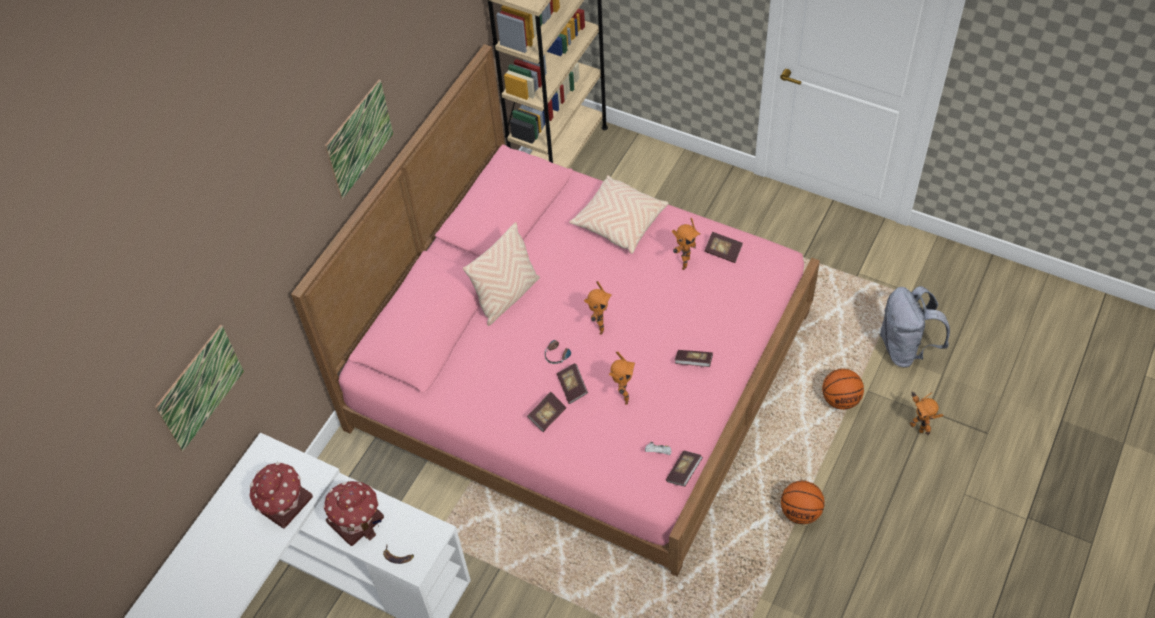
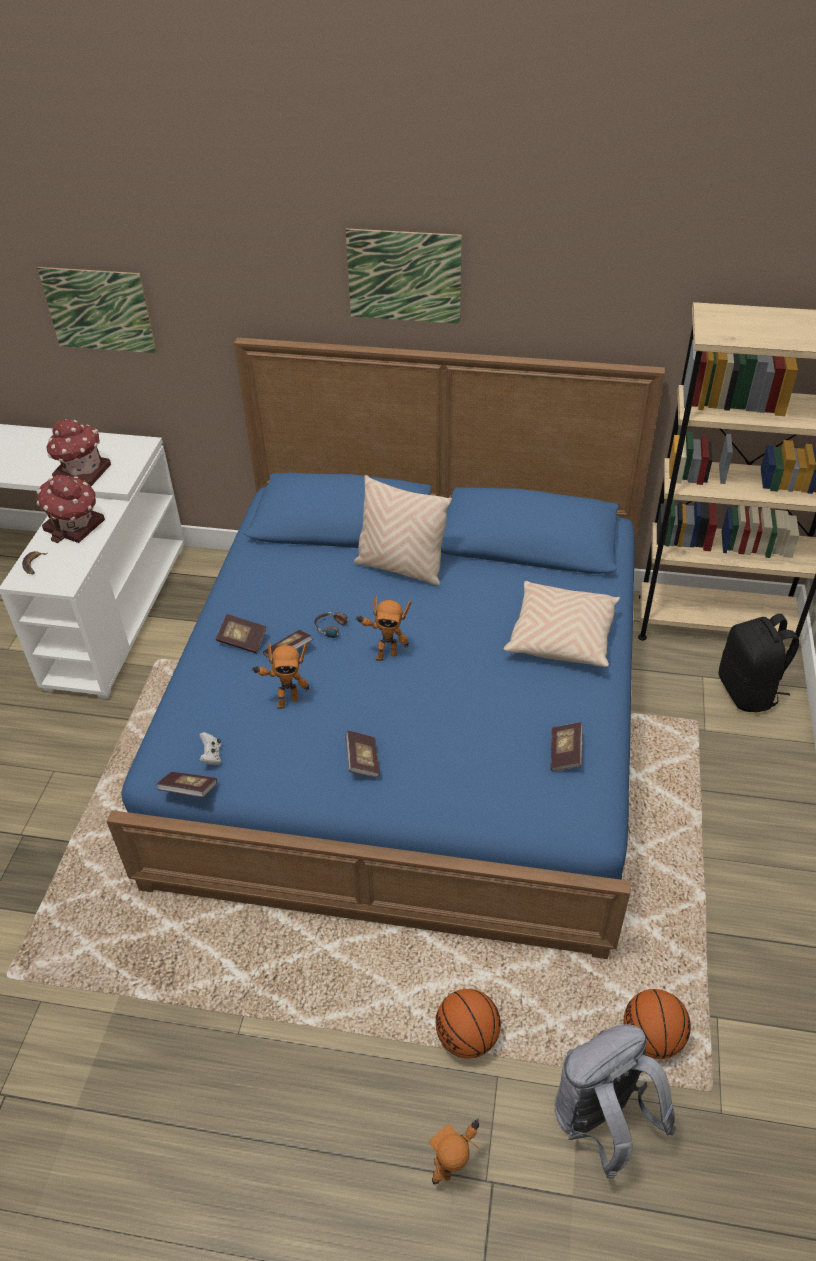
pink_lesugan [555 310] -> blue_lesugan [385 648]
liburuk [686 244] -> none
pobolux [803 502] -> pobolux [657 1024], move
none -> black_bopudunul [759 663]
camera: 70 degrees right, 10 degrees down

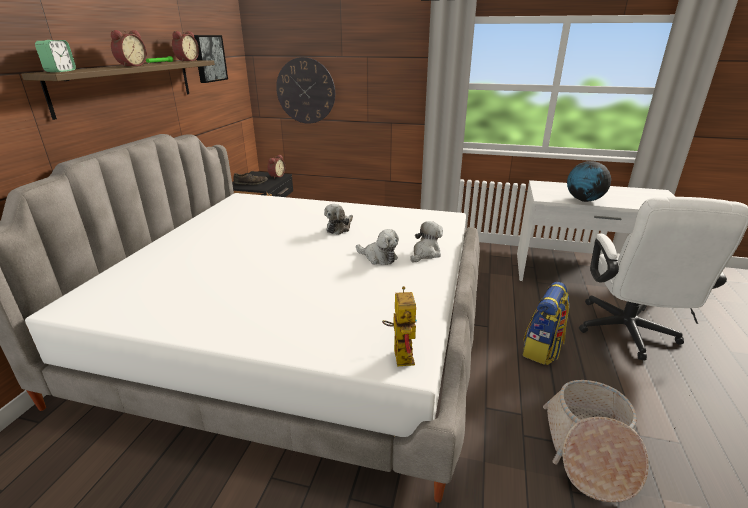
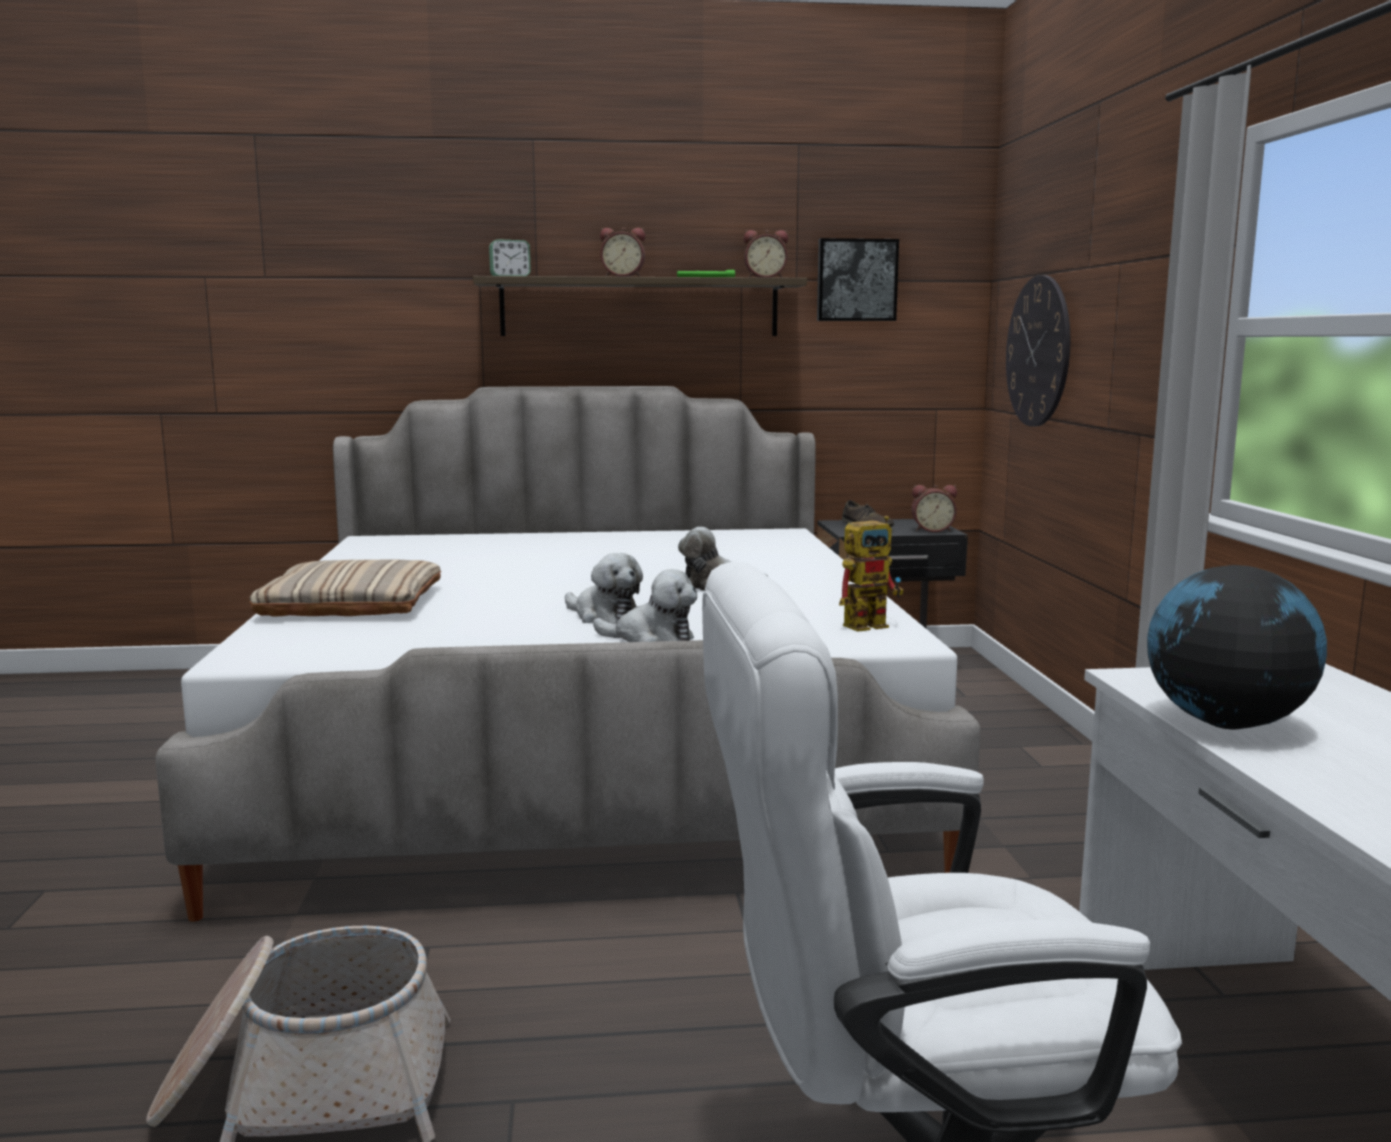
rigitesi [377 247] -> rigitesi [604 588], 60 degrees counterclockwise
liburuk [399 326] -> liburuk [871 574], move
bopudunul [545 323] -> none
none -> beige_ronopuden [345 588]
camera: 70 degrees right, 15 degrees down

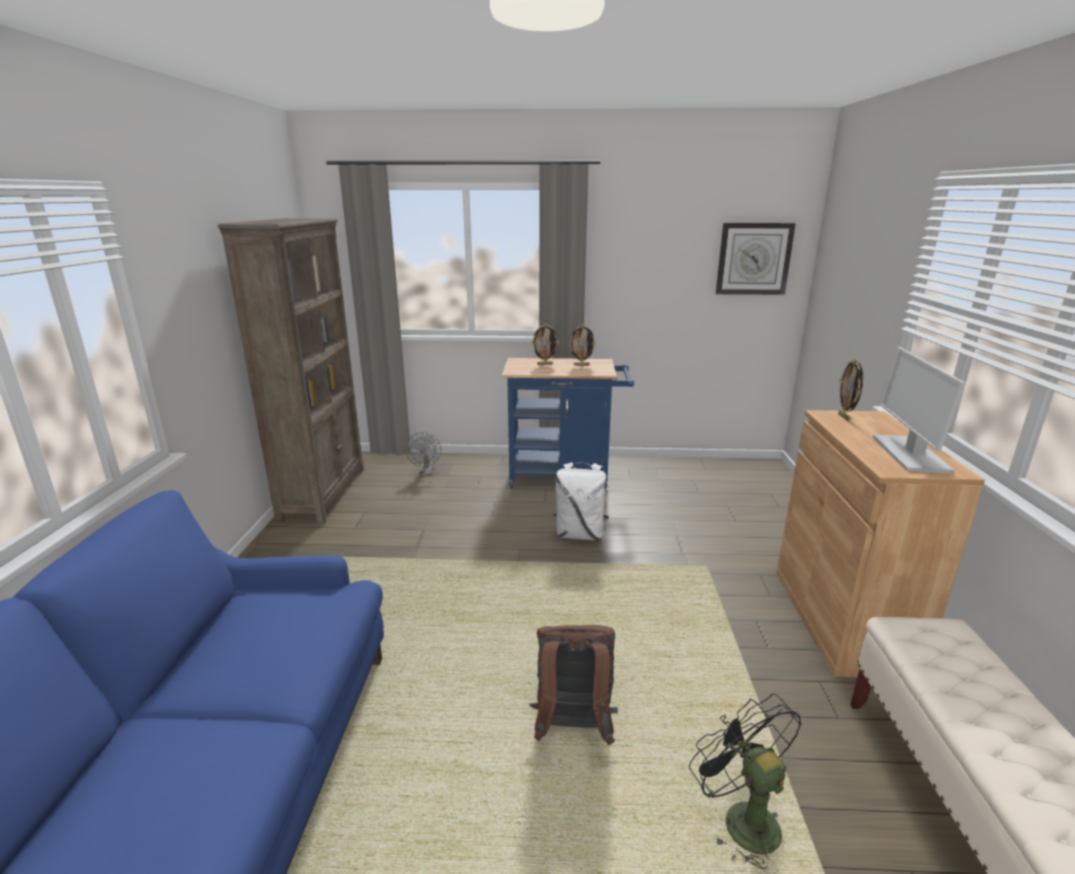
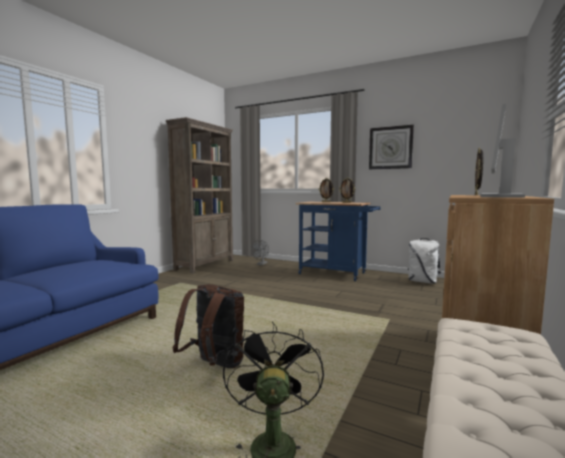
white_bopudunul [581 501] -> white_bopudunul [424 261], move
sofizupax [756 259] -> sofizupax [391 147], move
camera: 25 degrees right, 15 degrees down

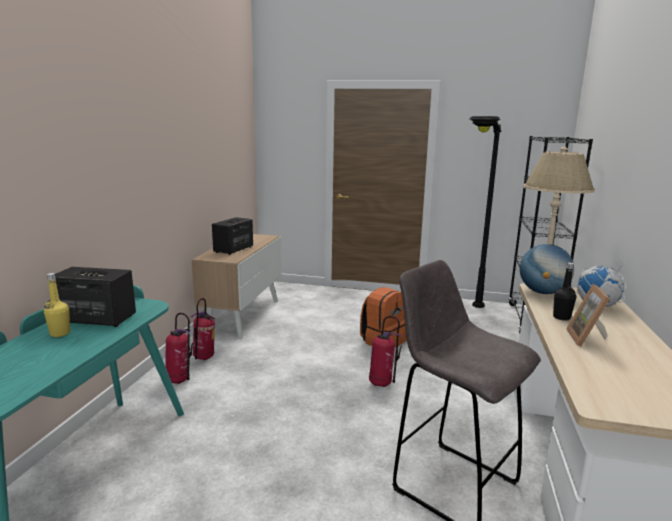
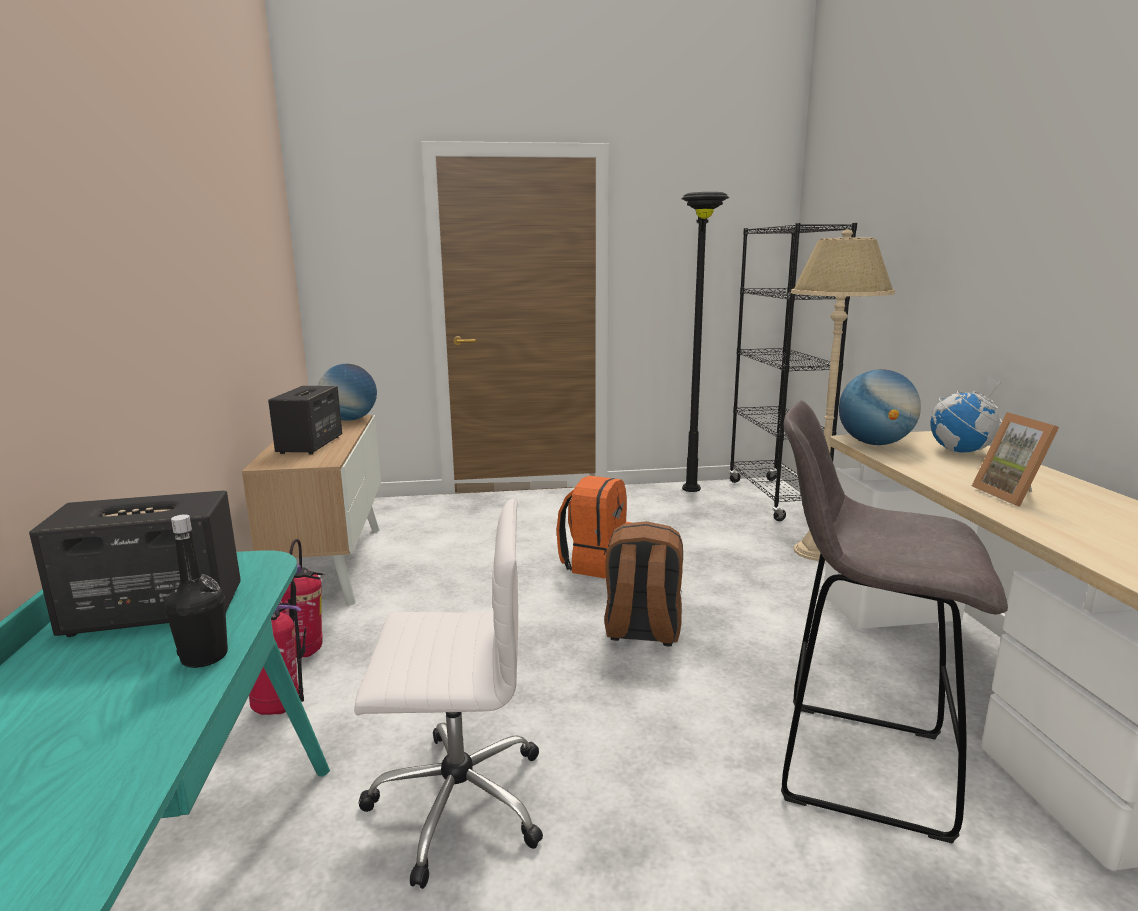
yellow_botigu [57 305] -> none
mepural [385 351] -> brown_bopudunul [643 583]
black_botigu [564 291] -> black_botigu [196 591], move
none -> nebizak [347 392]
none -> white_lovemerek [448 693]
camera: 20 degrees left, 0 degrees up

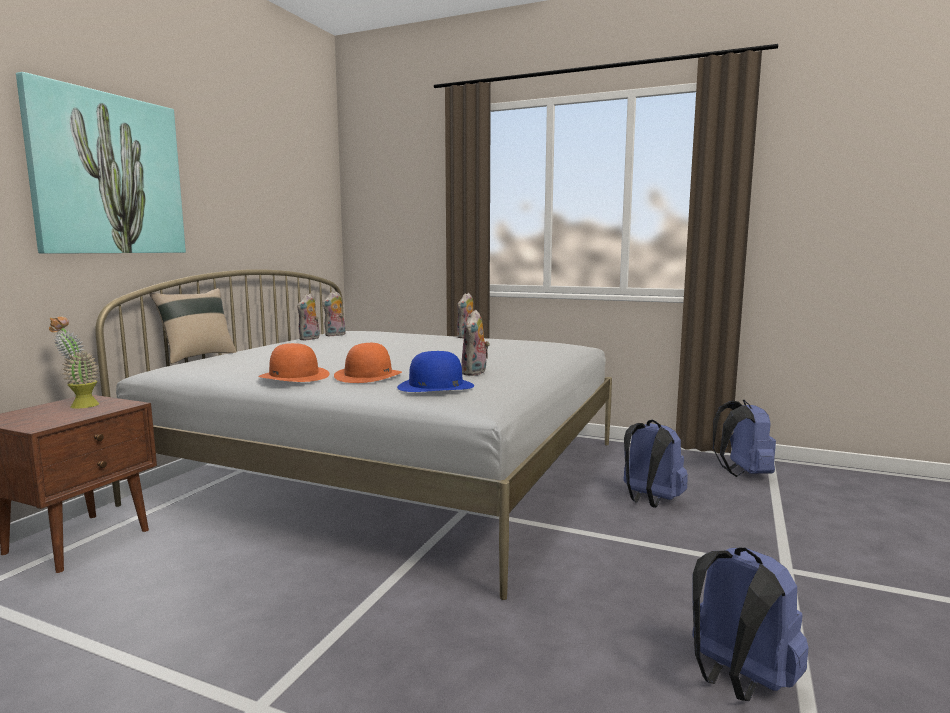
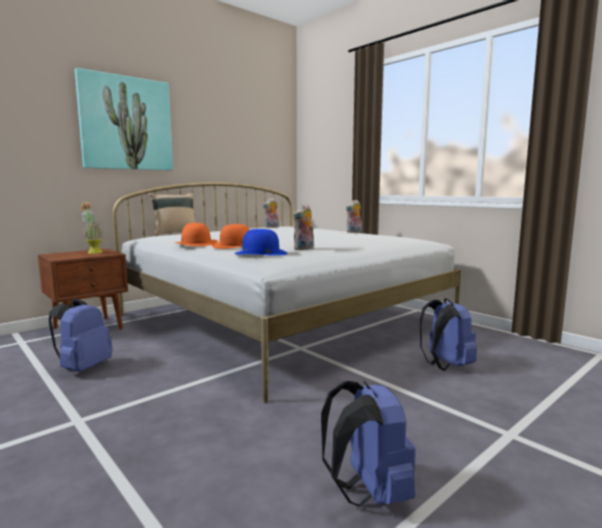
rigitesi [308 317] -> none
blue_bopudunul [744 438] -> blue_bopudunul [81 335], move
camera: 25 degrees right, 0 degrees up

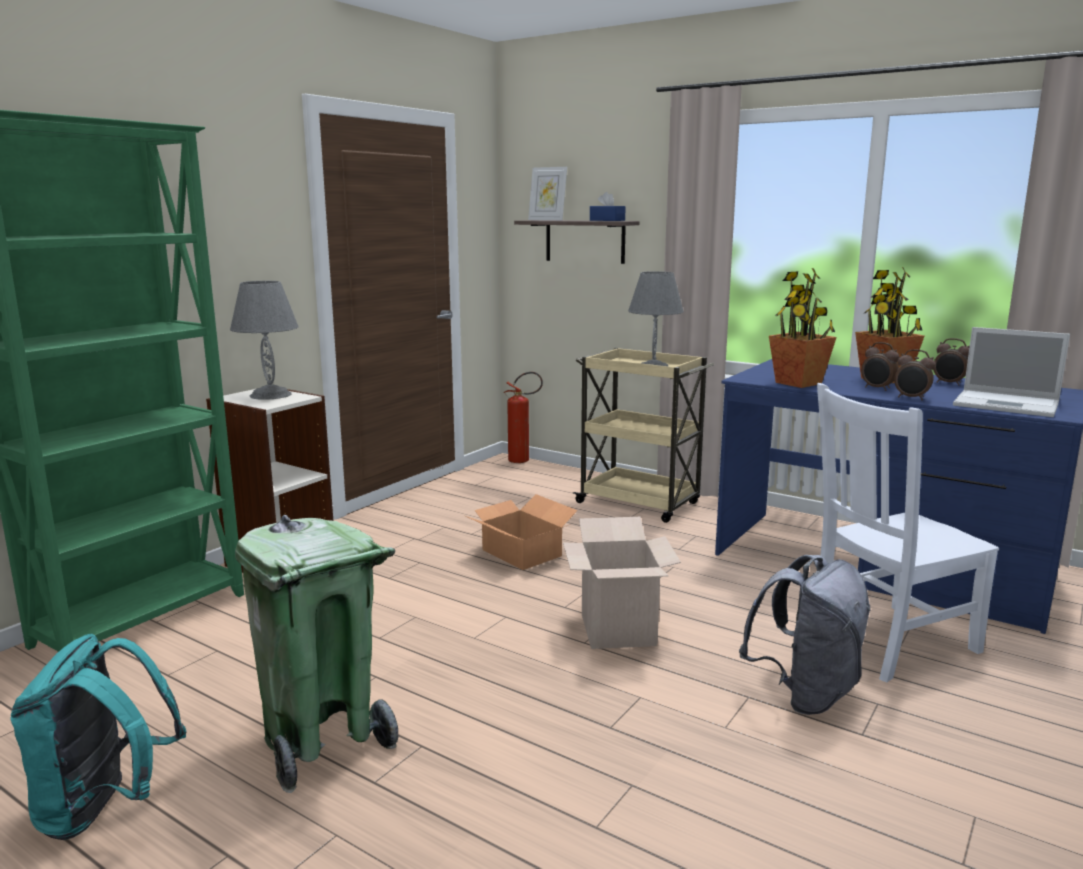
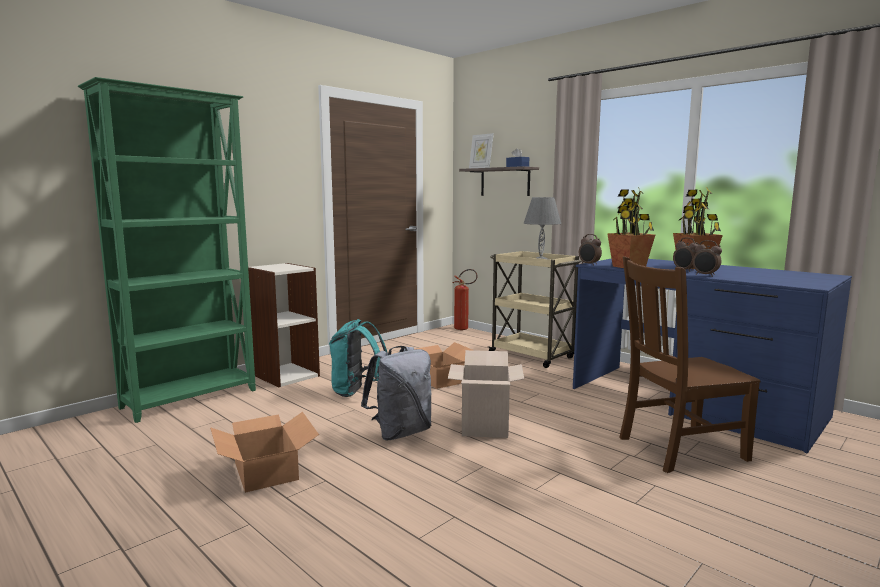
turquoise_bopudunul [98 737] -> turquoise_bopudunul [358 358], move
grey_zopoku [264 340] -> none
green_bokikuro [316 654] -> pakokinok [264 452]
grey_bopudunul [805 635] -> grey_bopudunul [396 393], move
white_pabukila [908 532] -> brown_pabukila [690 364]
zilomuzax [951 362] -> zilomuzax [590 250], move
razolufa [1011 372] -> none
camera: 10 degrees right, 5 degrees down

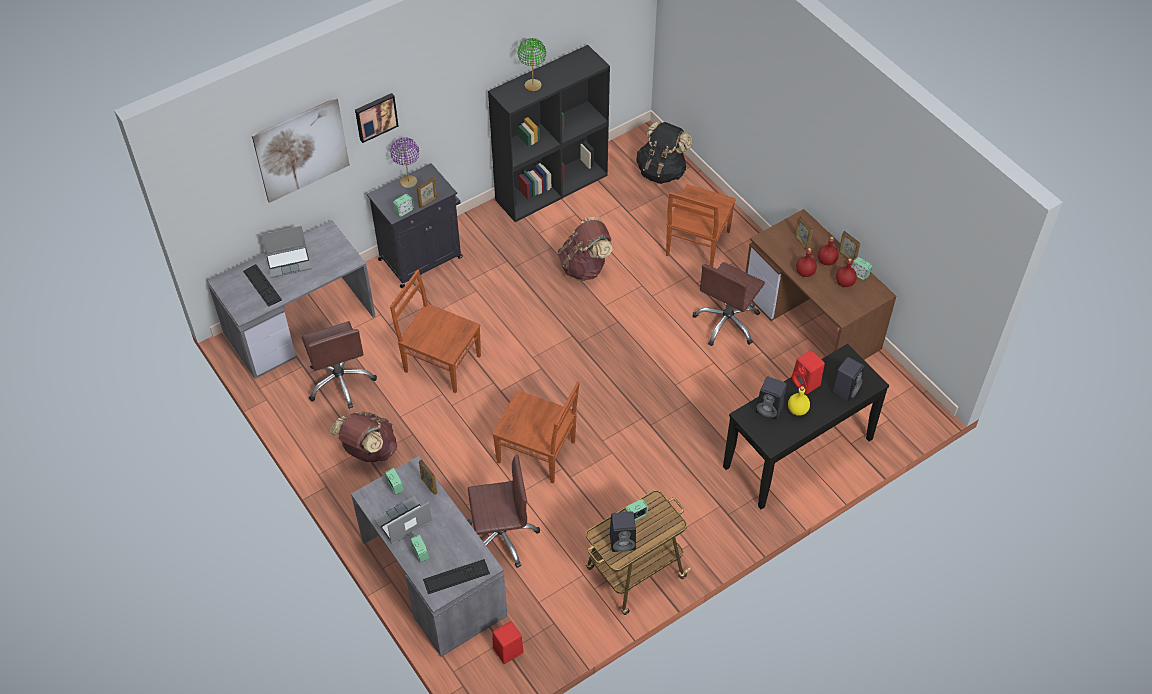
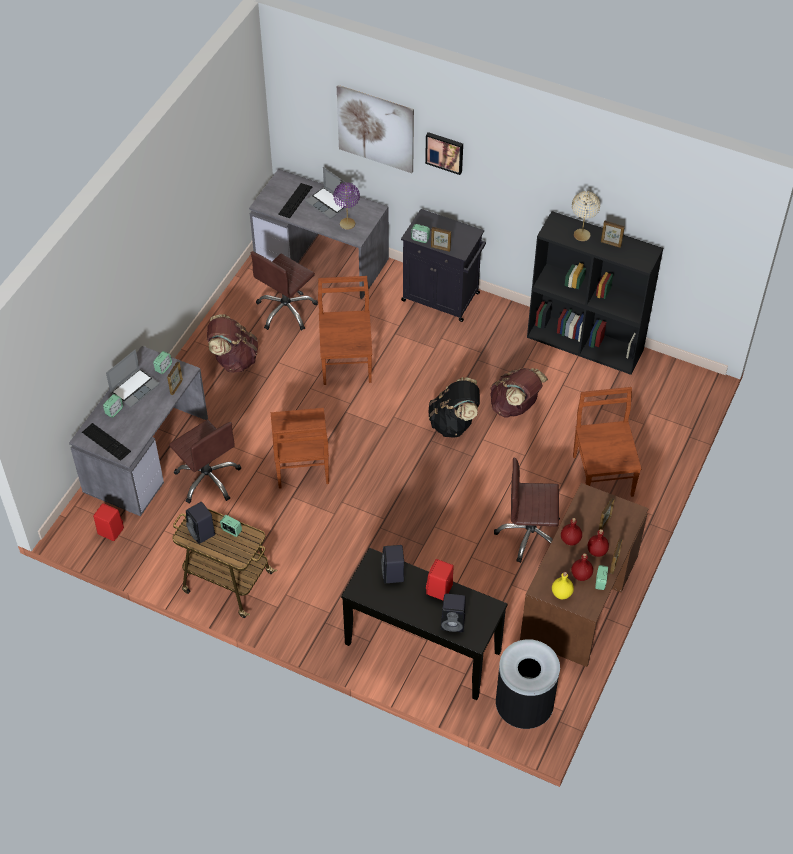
razolufa [403 520] -> razolufa [133 378], 105 degrees clockwise
purple_zopoku [404 162] -> purple_zopoku [346 206], move
green_zopoku [532 64] -> beige_zopoku [586 216]
black_bopudunul [664 152] -> black_bopudunul [454 407], move
brown_pabukila [701 225] -> brown_pabukila [607 442], 90 degrees clockwise
yellow_botigu [799 401] -> yellow_botigu [563 585], move
none -> black_bokikuro [528 684]
none -> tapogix [613 234]
camera: 60 degrees right, 0 degrees up

